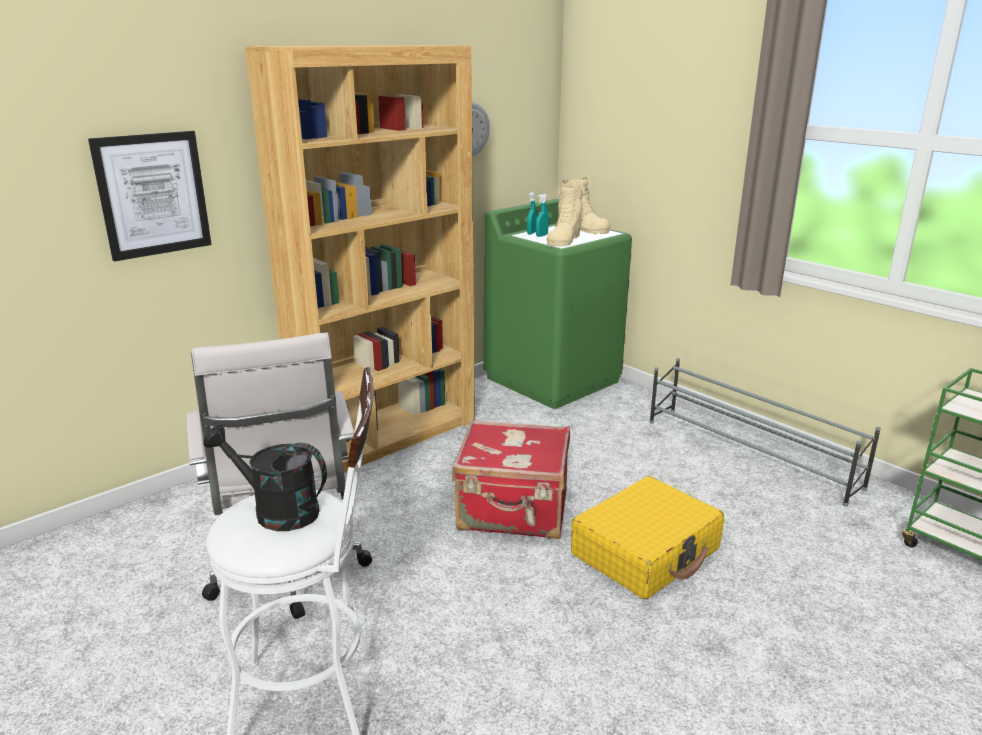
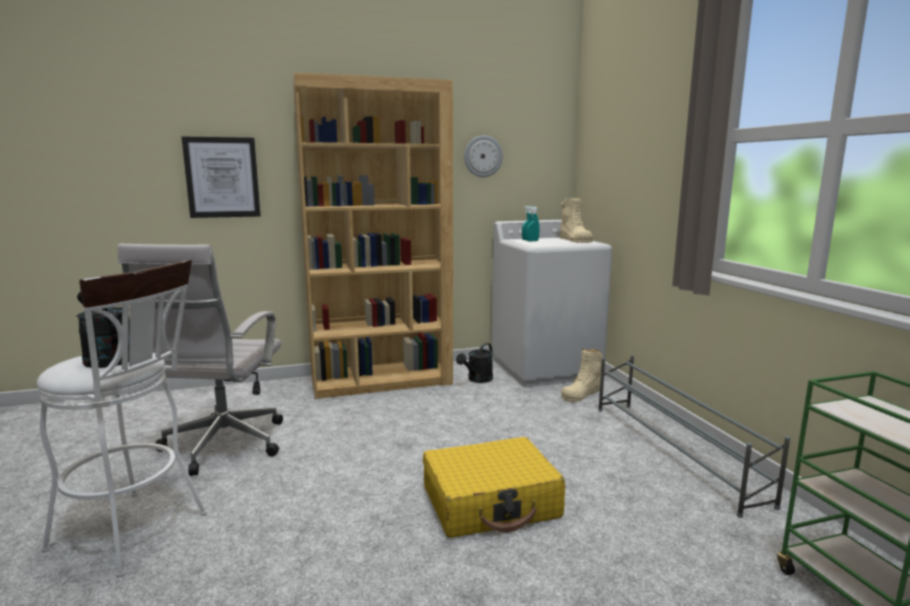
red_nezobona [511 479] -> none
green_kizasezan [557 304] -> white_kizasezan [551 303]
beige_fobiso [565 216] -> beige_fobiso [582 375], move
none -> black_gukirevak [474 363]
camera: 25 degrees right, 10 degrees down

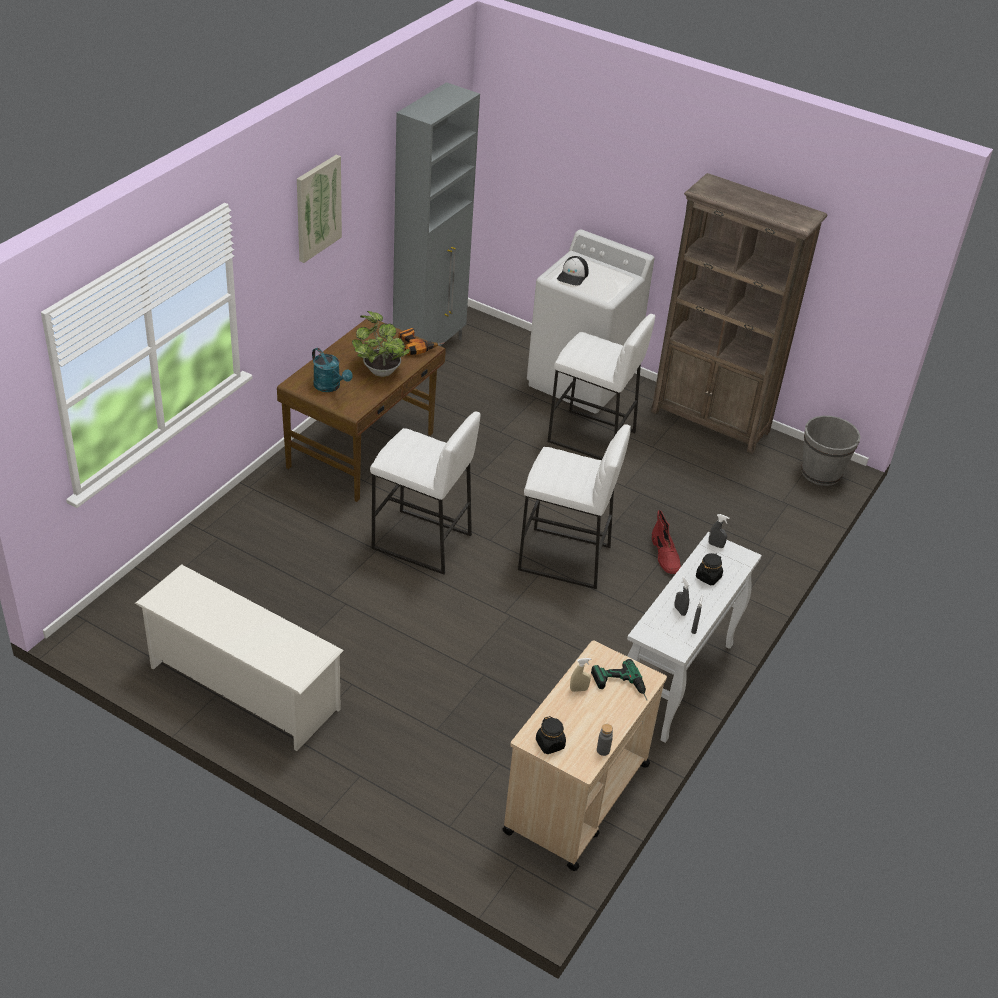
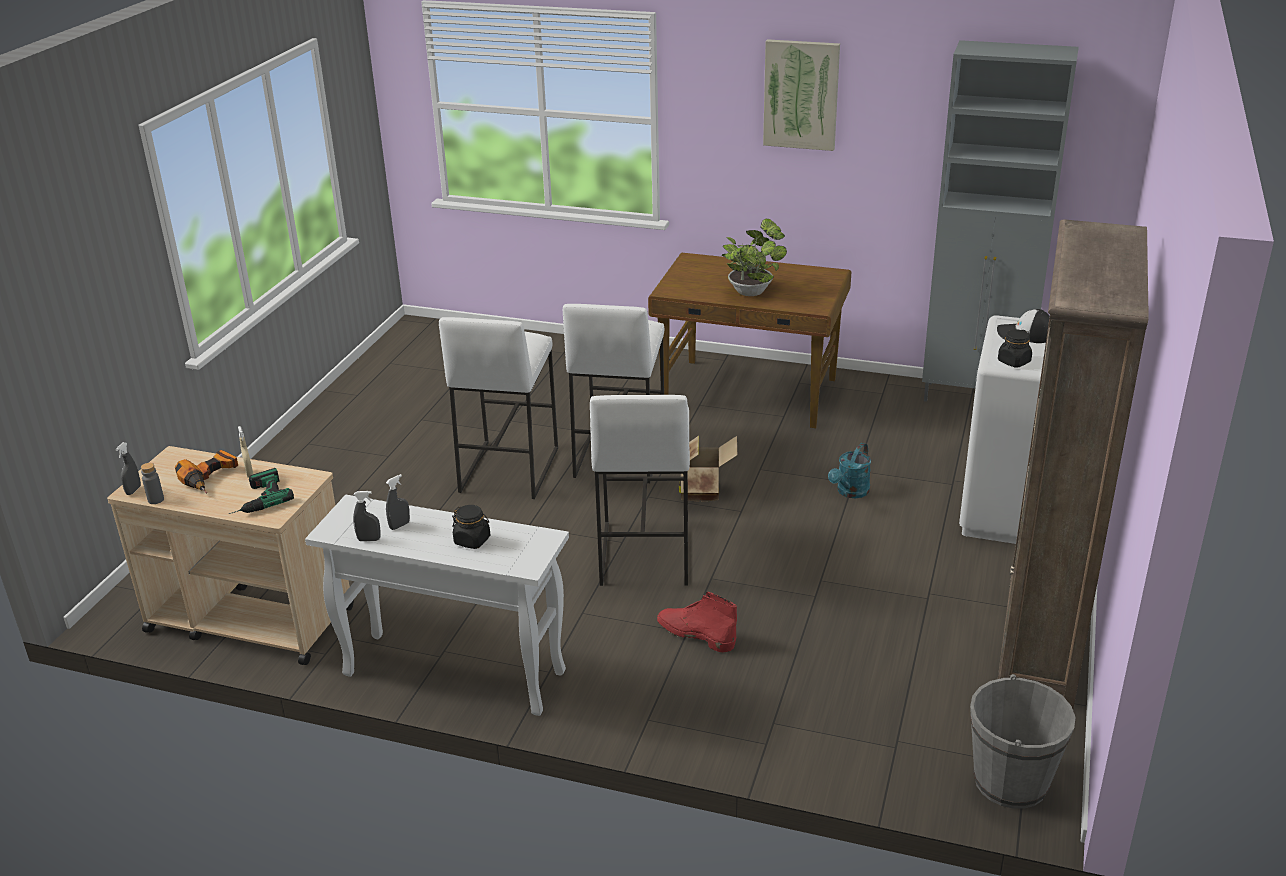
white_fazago [239 657] -> none
turquoise_gukirevak [332 370] -> turquoise_gukirevak [849 470], move
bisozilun [421 342] -> bisozilun [206 472], move
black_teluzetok [551 735] -> black_teluzetok [1015 348], move
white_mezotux [601 387] -> white_mezotux [498 408], move
red_fobiso [666 542] -> red_fobiso [697 622], 60 degrees clockwise
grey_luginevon [719 531] -> grey_luginevon [128 468], move
none -> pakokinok [708 469]
camera: 80 degrees right, 10 degrees down

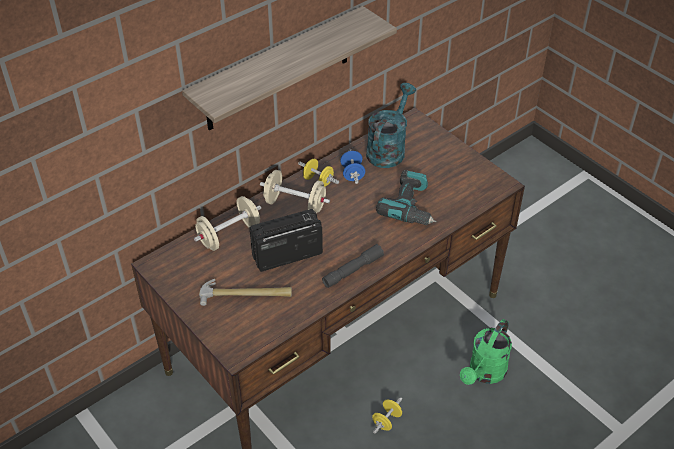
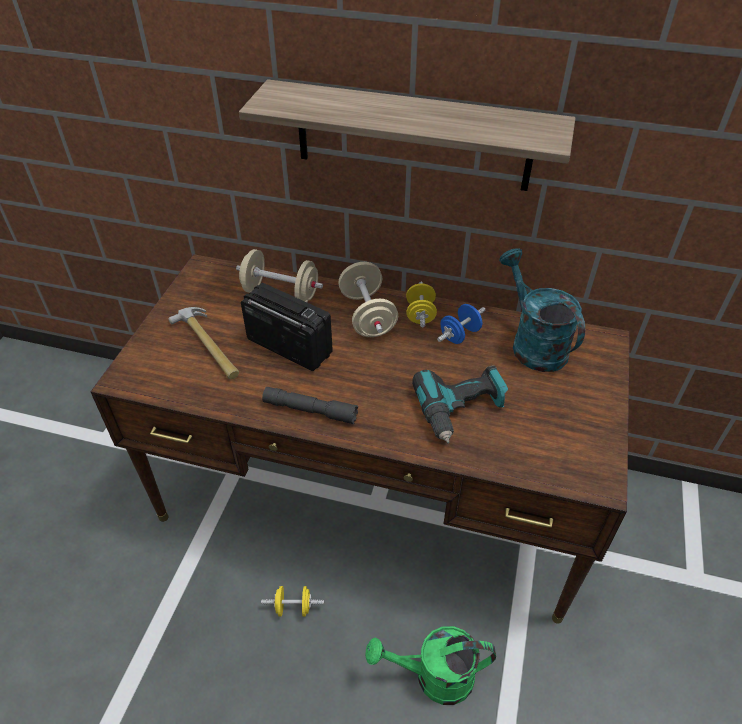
turquoise_gukirevak [391 125] -> turquoise_gukirevak [542 310], 105 degrees counterclockwise
camera: 55 degrees right, 0 degrees up

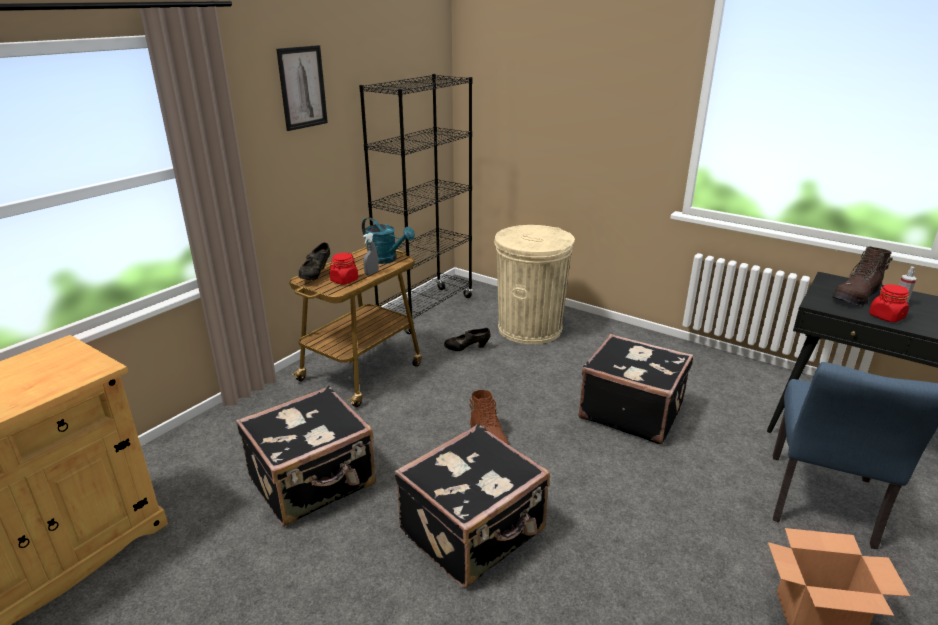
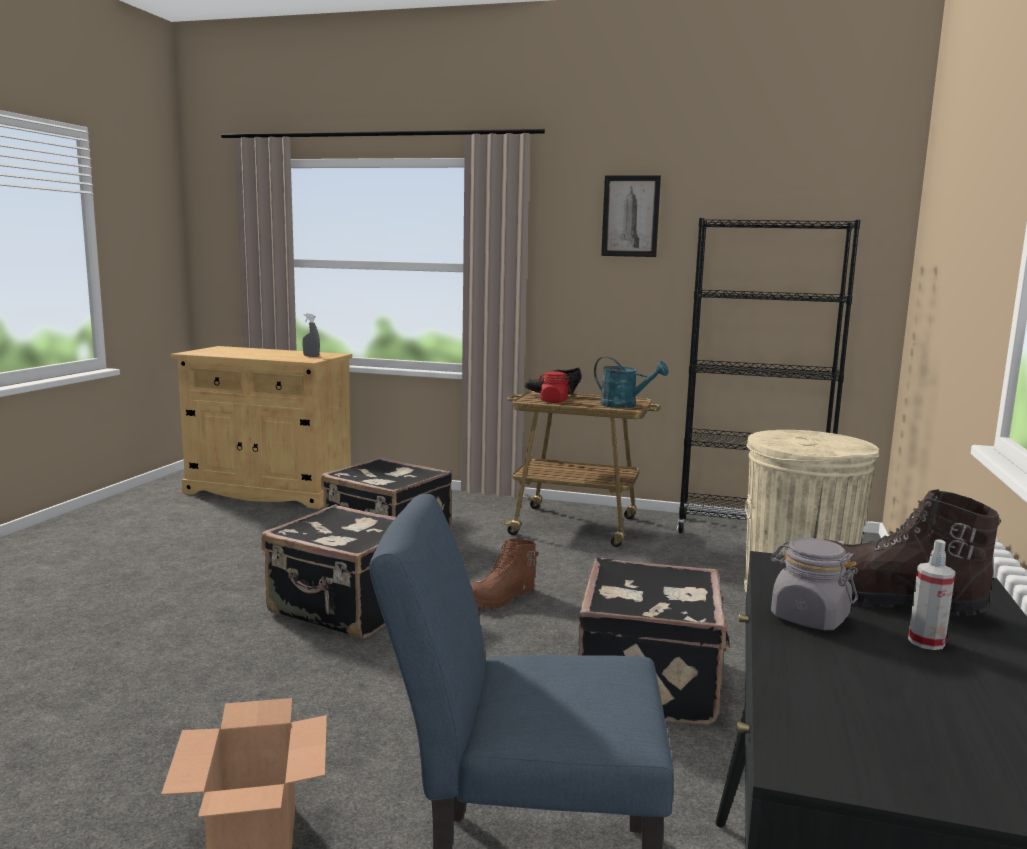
turquoise_gukirevak [388 240] -> turquoise_gukirevak [631 382], 75 degrees counterclockwise
grey_luginevon [371 254] -> grey_luginevon [311 335], move
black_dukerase [467 339] -> none
red_teluzetok [889 303] -> grey_teluzetok [814 584]
camera: 70 degrees right, 15 degrees down

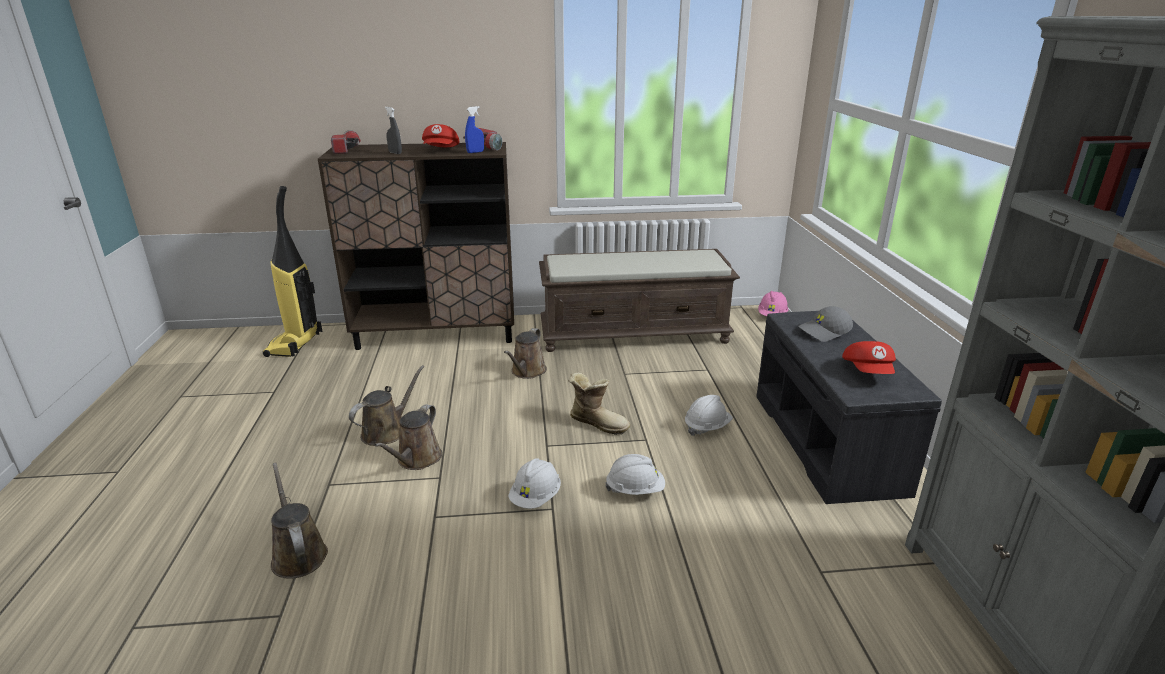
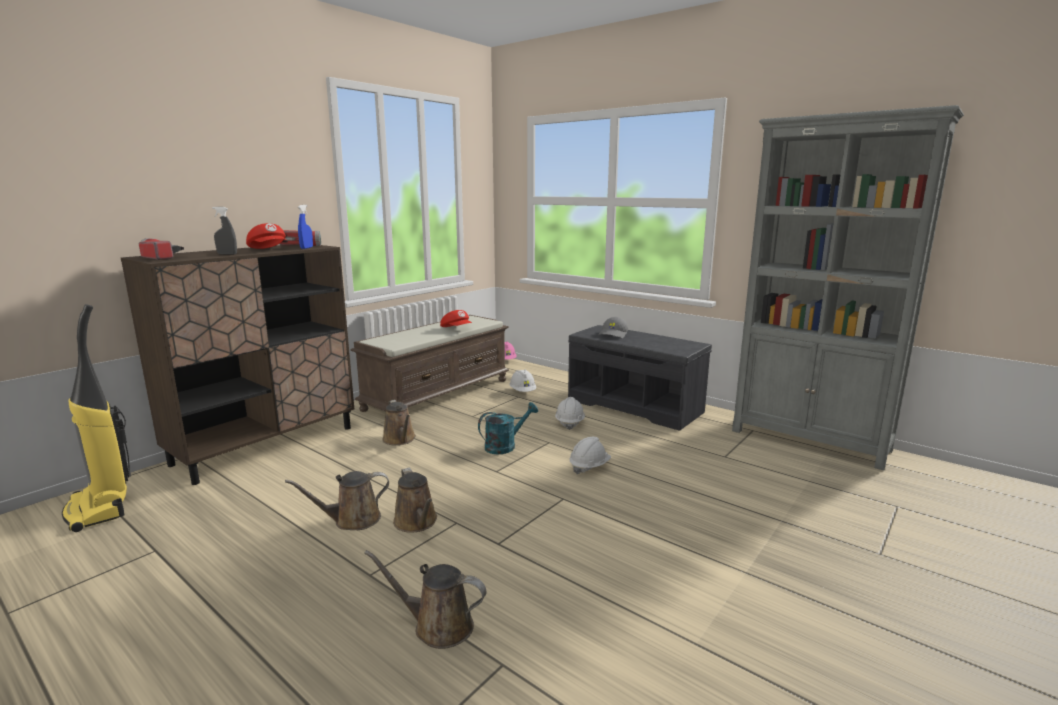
brown_gukirevak [386 405] -> brown_gukirevak [337 500], 105 degrees counterclockwise
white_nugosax [534 483] -> white_nugosax [523 381], move
fobiso [599 403] -> turquoise_gukirevak [508 428]
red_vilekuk [869 357] -> red_vilekuk [456 318], move
camera: 45 degrees left, 10 degrees down

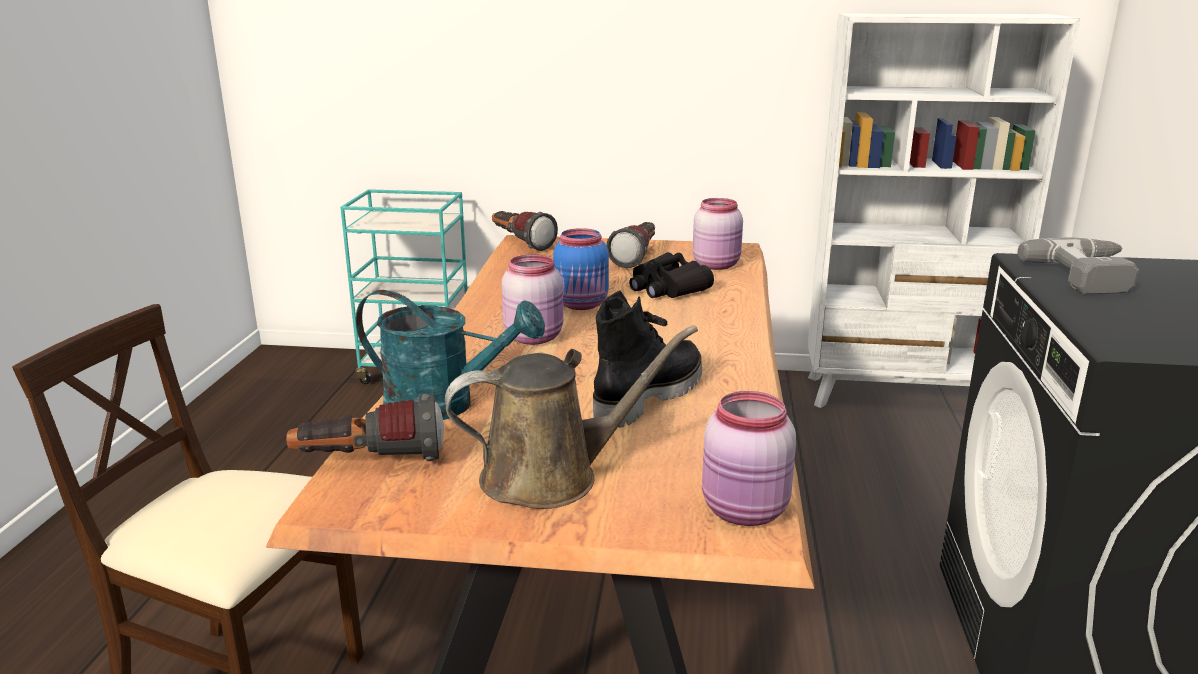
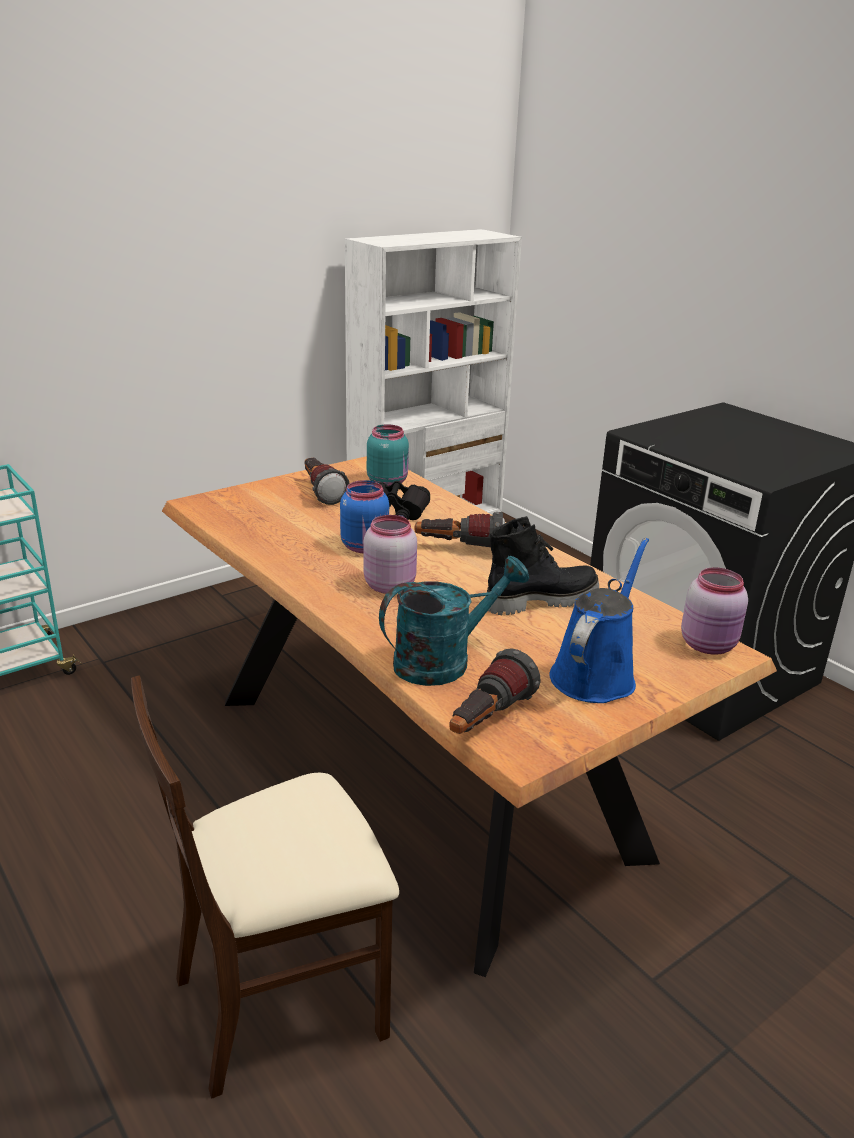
brown_gukirevak [571 417] -> blue_gukirevak [599 620]
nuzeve [525 231] -> nuzeve [459 529], move
black_fobiso [647 359] -> black_fobiso [543 565], 75 degrees clockwise
pink_teluzetok [718 234] -> turquoise_teluzetok [388 455]
bisozilun [1078 265] -> none
camera: 45 degrees left, 5 degrees up

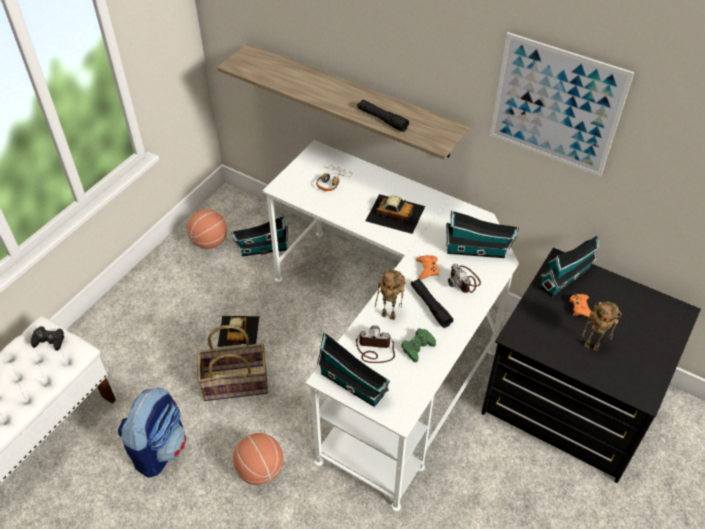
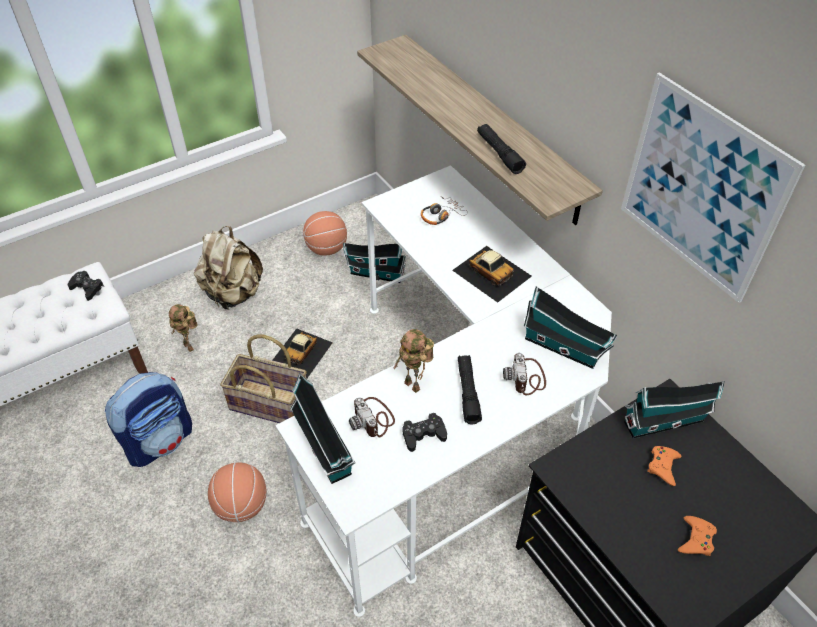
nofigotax [375 344] -> nofigotax [372 417], 150 degrees counterclockwise
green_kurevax [418 345] -> black_kurevax [425 432]
orange_kurevax [427 267] -> orange_kurevax [697 536], move
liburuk [602 326] -> liburuk [183 328], move
none -> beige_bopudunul [228 268]
camera: 25 degrees right, 0 degrees up

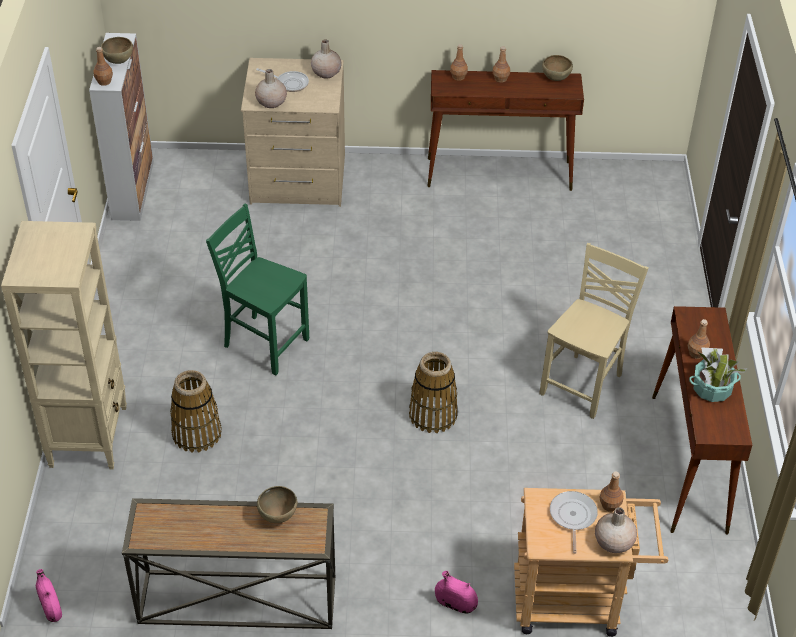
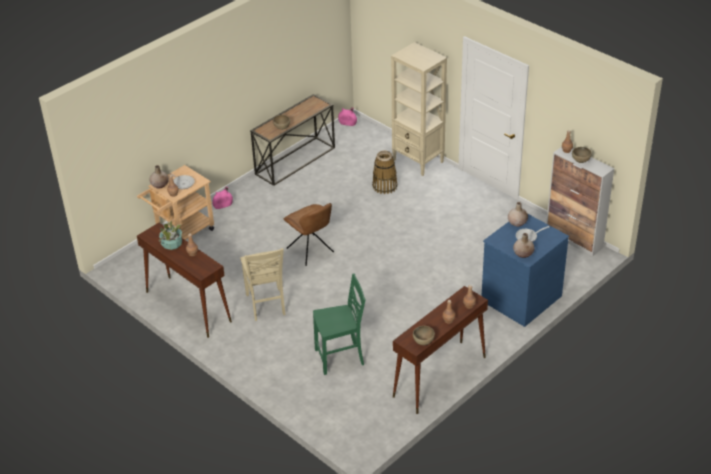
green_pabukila [257 290] -> green_pabukila [339 324], move
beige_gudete [293 132] -> blue_gudete [525 270]
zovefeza [433 392] -> brown_pabukila [309 234]
camera: 135 degrees right, 5 degrees down

